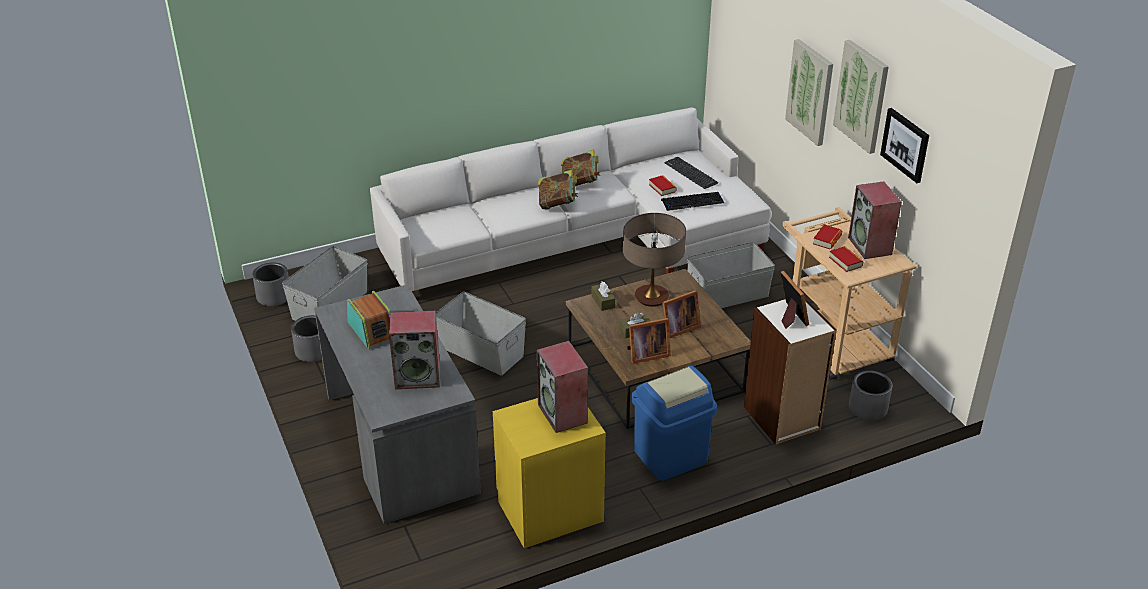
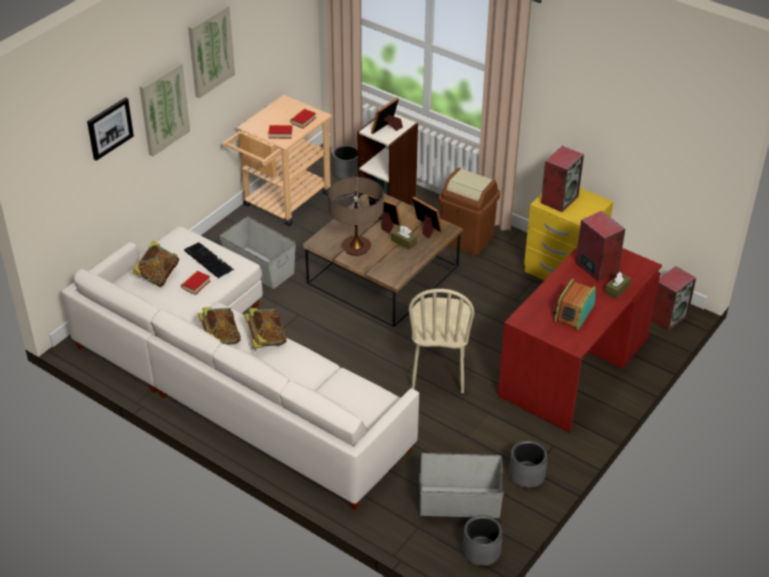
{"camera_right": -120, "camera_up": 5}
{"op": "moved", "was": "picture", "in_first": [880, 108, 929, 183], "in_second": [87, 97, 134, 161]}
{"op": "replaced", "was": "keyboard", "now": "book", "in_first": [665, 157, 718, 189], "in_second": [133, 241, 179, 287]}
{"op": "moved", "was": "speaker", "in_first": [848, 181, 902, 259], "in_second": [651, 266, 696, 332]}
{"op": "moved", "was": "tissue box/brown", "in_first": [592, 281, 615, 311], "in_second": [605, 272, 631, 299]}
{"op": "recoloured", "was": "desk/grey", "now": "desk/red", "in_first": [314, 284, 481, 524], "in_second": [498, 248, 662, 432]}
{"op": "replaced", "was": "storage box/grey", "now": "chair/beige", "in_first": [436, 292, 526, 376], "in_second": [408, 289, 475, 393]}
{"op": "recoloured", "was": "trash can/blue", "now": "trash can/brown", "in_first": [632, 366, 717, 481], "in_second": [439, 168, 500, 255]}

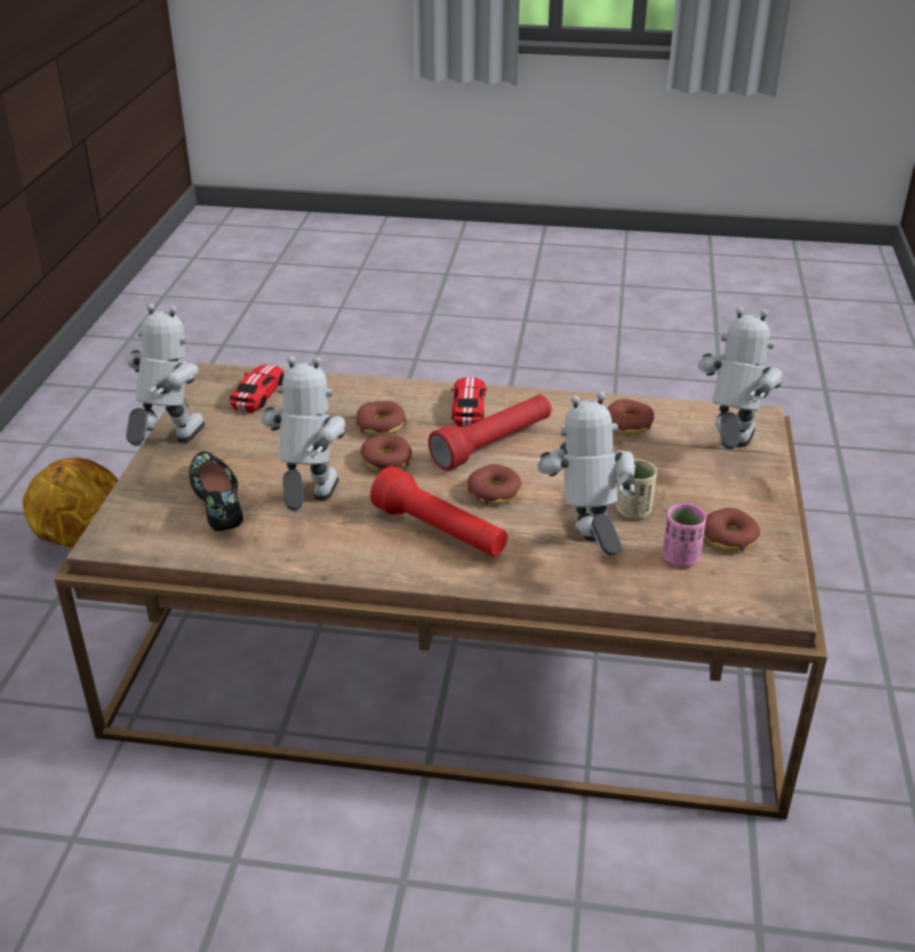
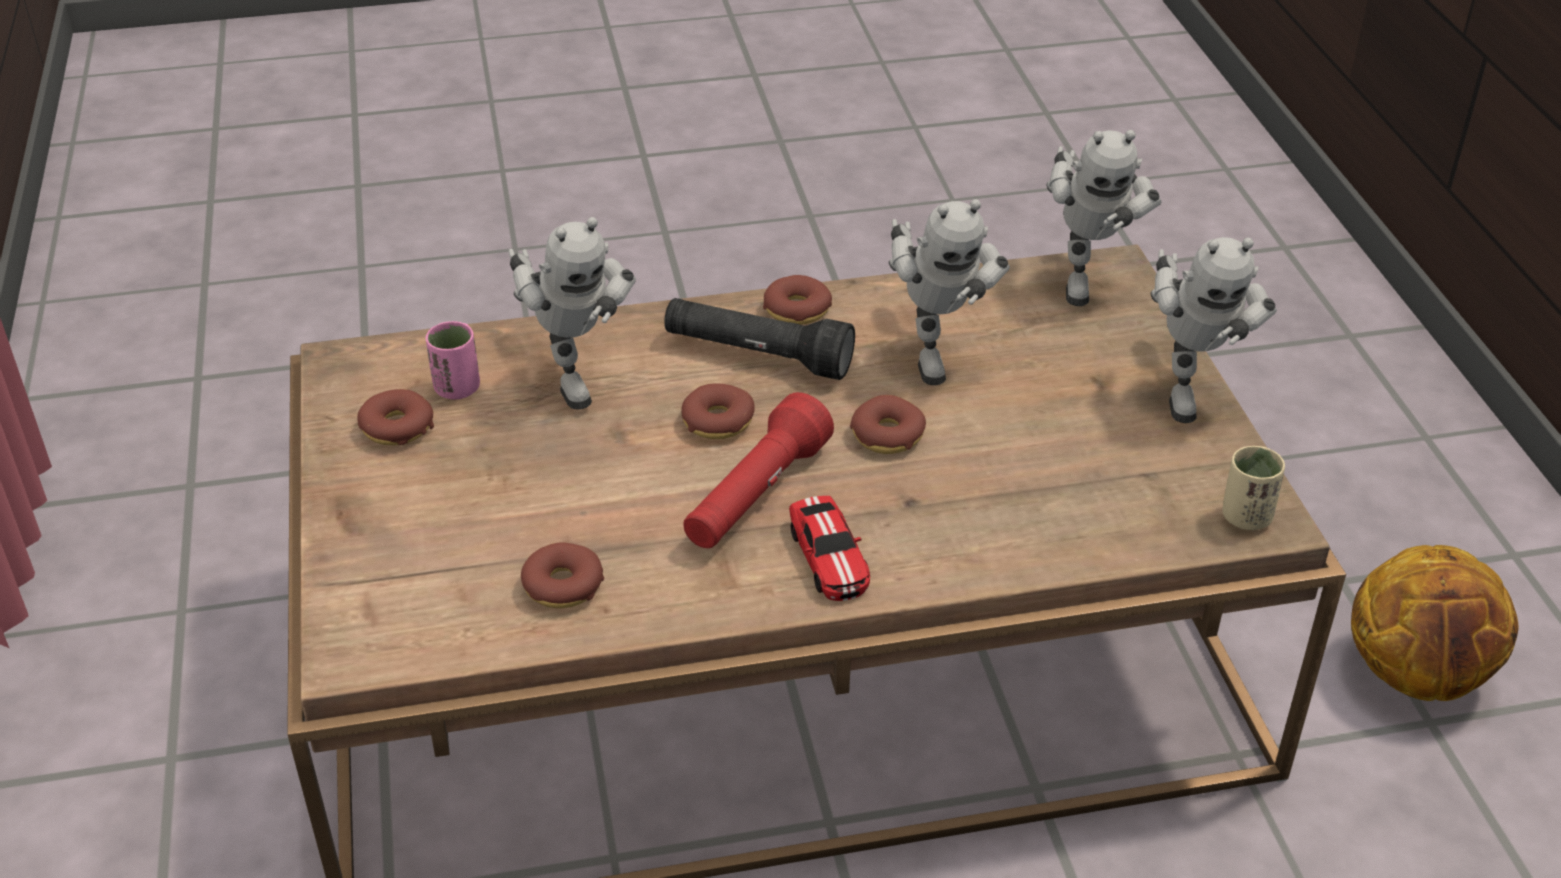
{"camera_right": 160, "camera_up": 5}
{"op": "moved", "was": "toy robot", "in_first": [698, 307, 782, 450], "in_second": [1047, 130, 1161, 306]}
{"op": "removed", "was": "toy car", "in_first": [230, 365, 284, 413]}
{"op": "moved", "was": "donut", "in_first": [356, 401, 406, 435], "in_second": [763, 275, 832, 325]}
{"op": "removed", "was": "shoe/black", "in_first": [189, 451, 243, 531]}
{"op": "moved", "was": "cup/beige", "in_first": [616, 459, 657, 519], "in_second": [1222, 446, 1285, 530]}
{"op": "recoloured", "was": "flashlight/red", "now": "flashlight/black", "in_first": [370, 466, 508, 557], "in_second": [664, 298, 855, 380]}

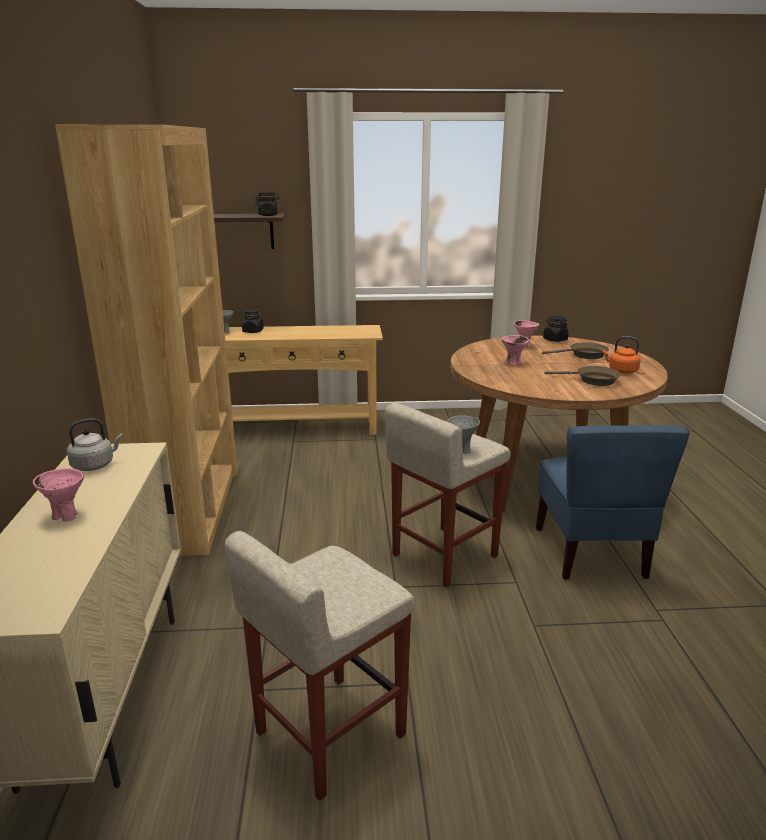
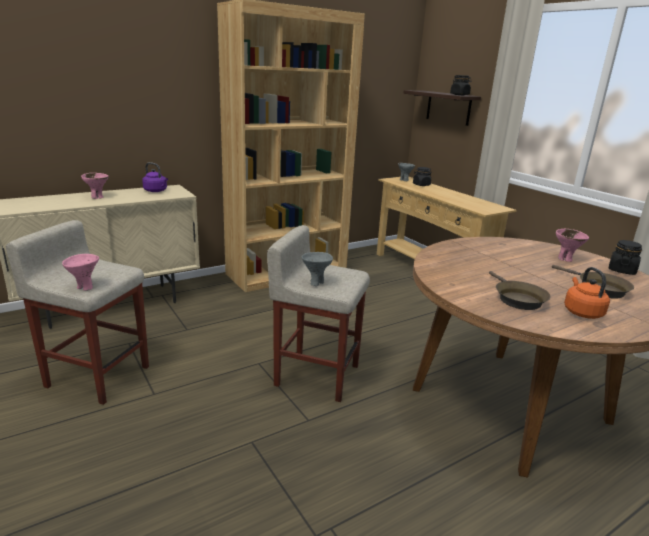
{"camera_right": 60, "camera_up": 0}
{"op": "moved", "was": "bowl/pink", "in_first": [501, 335, 529, 365], "in_second": [62, 254, 99, 291]}
{"op": "recoloured", "was": "kettle/grey", "now": "kettle/purple", "in_first": [67, 418, 123, 471], "in_second": [142, 162, 168, 192]}
{"op": "removed", "was": "chair/blue", "in_first": [536, 425, 690, 580]}

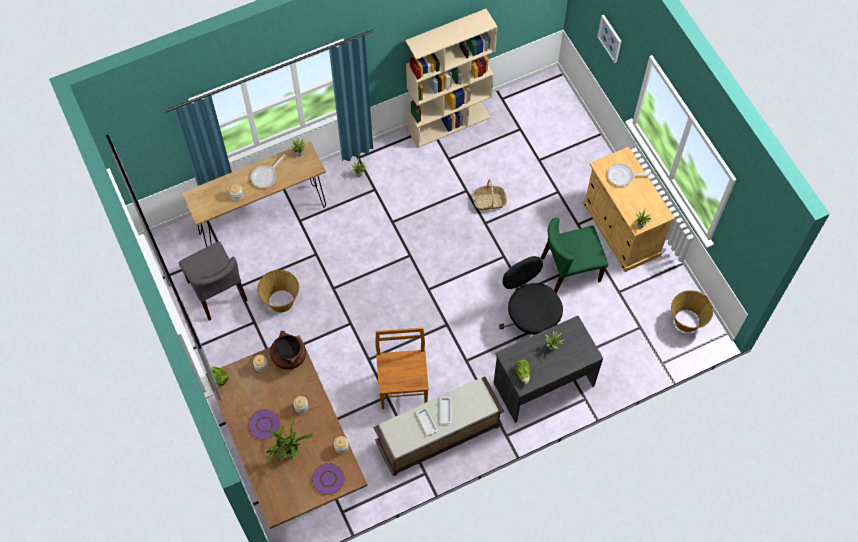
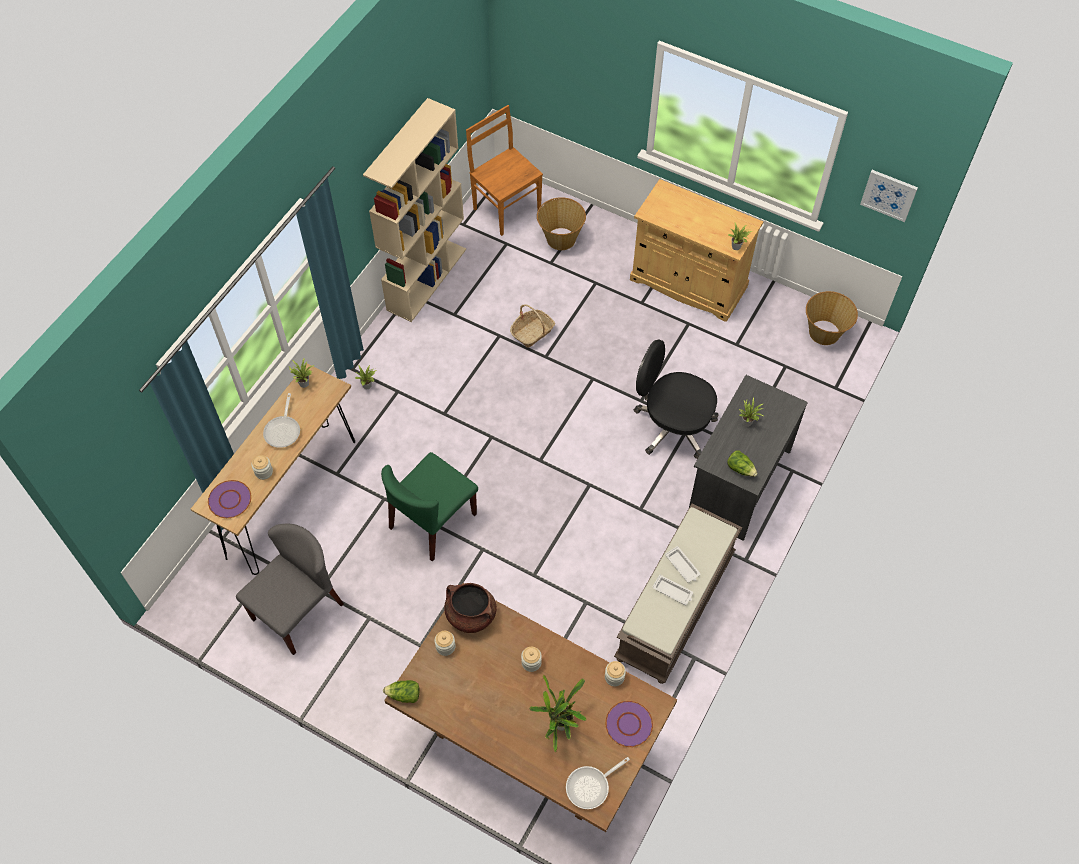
{"camera_right": -35, "camera_up": -5}
{"op": "moved", "was": "picture", "in_first": [597, 15, 621, 63], "in_second": [860, 170, 918, 222]}
{"op": "moved", "was": "frying pan", "in_first": [607, 163, 652, 186], "in_second": [566, 757, 630, 809]}
{"op": "moved", "was": "chair/green", "in_first": [541, 217, 608, 293], "in_second": [381, 452, 478, 561]}
{"op": "turned", "was": "chair/grey", "in_first": [179, 241, 248, 321], "in_second": [236, 524, 344, 655], "clockwise": -75}
{"op": "moved", "was": "basket", "in_first": [257, 270, 299, 313], "in_second": [537, 197, 586, 250]}
{"op": "moved", "was": "chair/brown", "in_first": [375, 328, 429, 409], "in_second": [466, 105, 543, 236]}
{"op": "moved", "was": "plate/purple", "in_first": [248, 409, 281, 440], "in_second": [208, 480, 251, 518]}

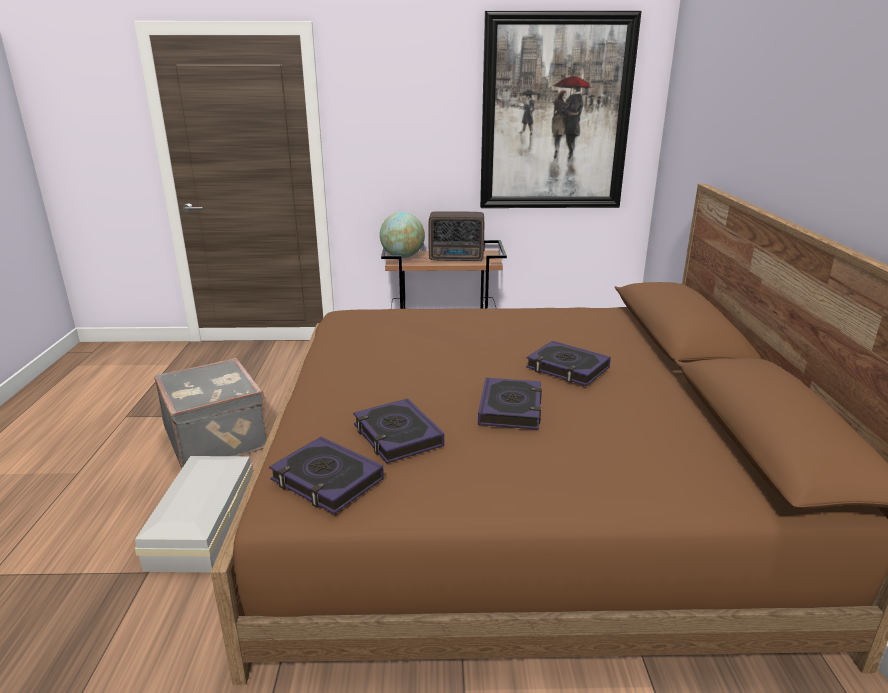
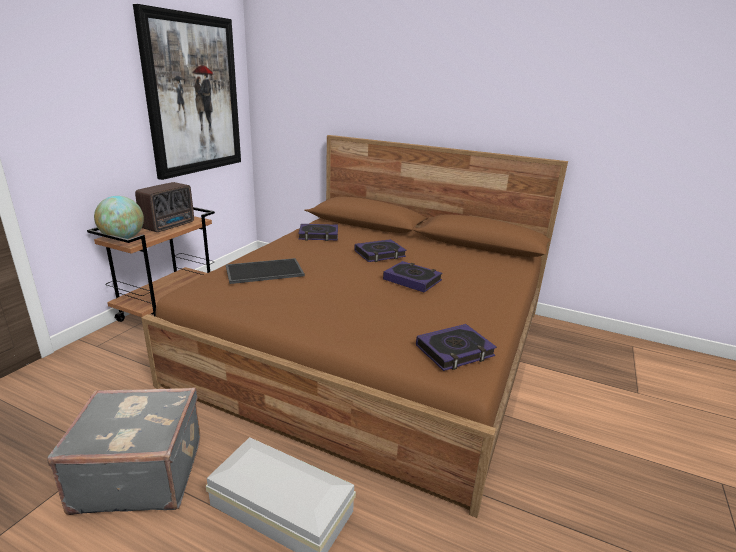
{"camera_right": -65, "camera_up": 0}
{"op": "moved", "was": "book", "in_first": [353, 398, 444, 463], "in_second": [298, 224, 338, 241]}
{"op": "added", "now": "tray", "in_second": [226, 258, 305, 284]}

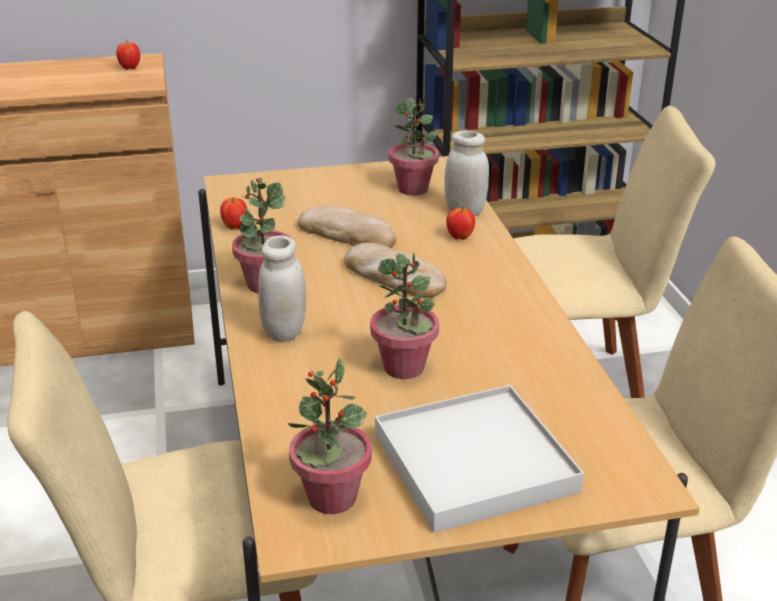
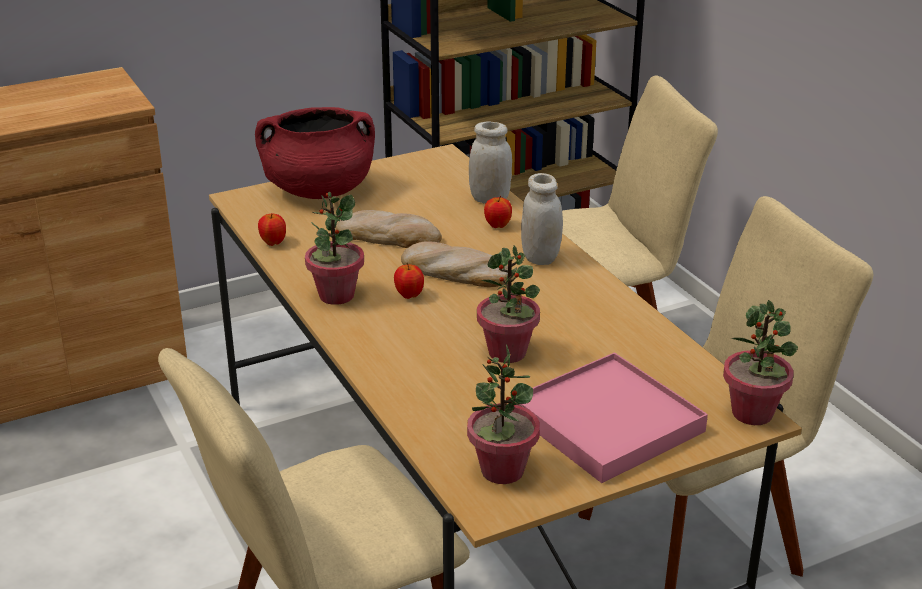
{"camera_right": -15, "camera_up": 0}
{"op": "moved", "was": "apple", "in_first": [116, 39, 140, 70], "in_second": [394, 263, 424, 299]}
{"op": "moved", "was": "potted plant", "in_first": [388, 98, 439, 195], "in_second": [723, 300, 798, 425]}
{"op": "moved", "was": "jar/white", "in_first": [258, 235, 306, 342], "in_second": [521, 173, 563, 265]}
{"op": "recoloured", "was": "tray/white", "now": "tray/pink", "in_first": [375, 385, 584, 533], "in_second": [518, 353, 708, 483]}
{"op": "added", "now": "cooking pot/red", "in_second": [255, 107, 375, 199]}

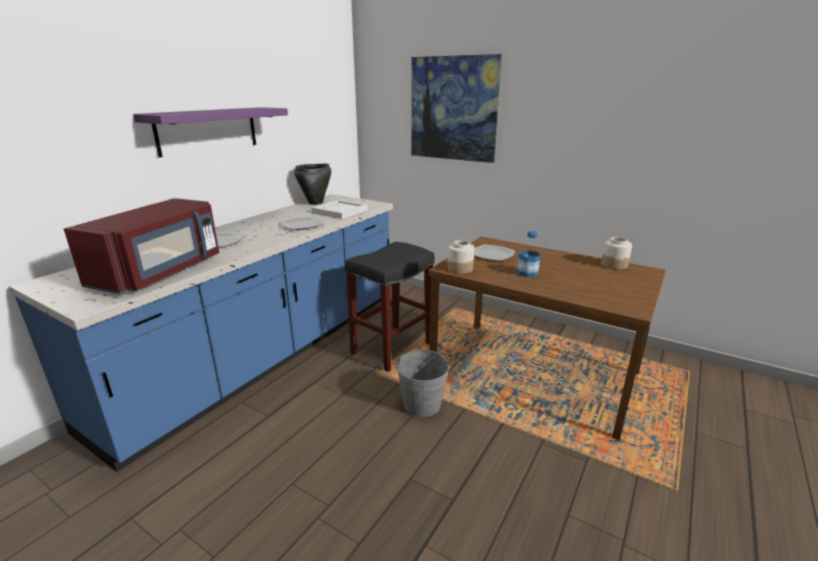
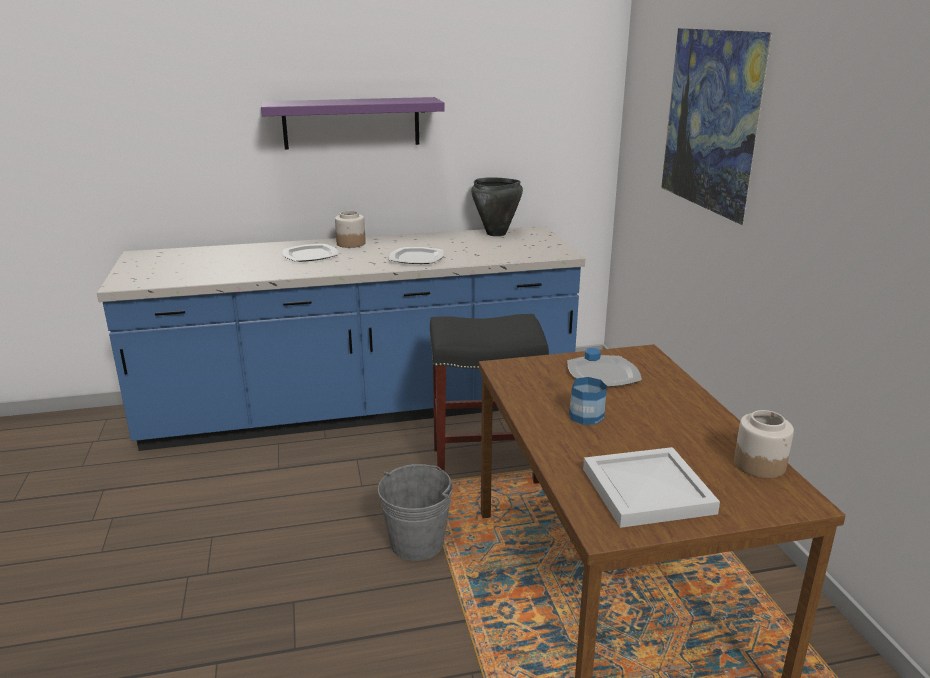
{"camera_right": 45, "camera_up": 0}
{"op": "removed", "was": "microwave/red", "in_first": [64, 198, 219, 294]}
{"op": "moved", "was": "tray/white", "in_first": [311, 200, 368, 219], "in_second": [583, 447, 720, 528]}
{"op": "moved", "was": "jar", "in_first": [448, 240, 474, 274], "in_second": [335, 211, 366, 248]}

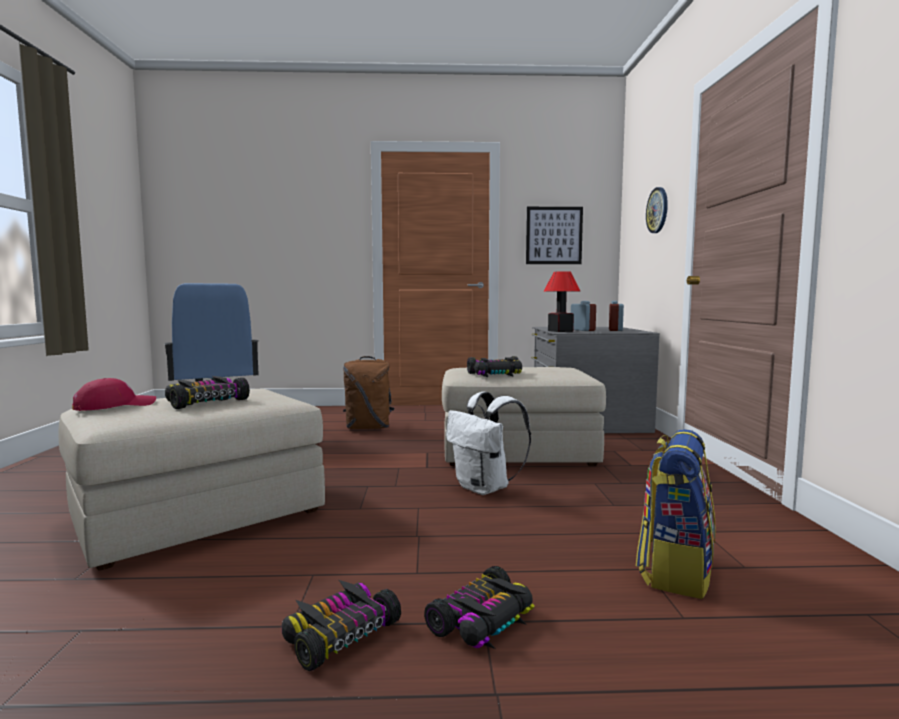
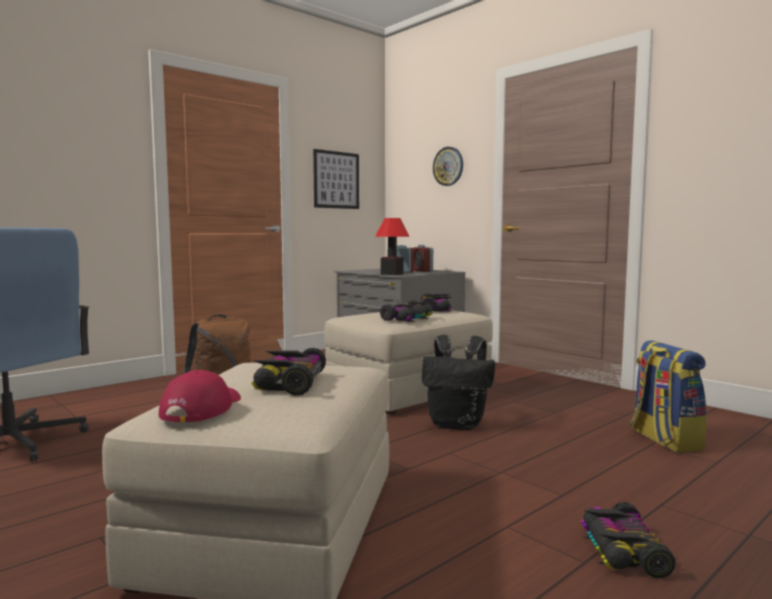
{"camera_right": -40, "camera_up": 0}
{"op": "recoloured", "was": "backpack/white", "now": "backpack/black", "in_first": [446, 391, 531, 495], "in_second": [422, 335, 495, 430]}
{"op": "moved", "was": "toy car", "in_first": [424, 566, 534, 649], "in_second": [420, 293, 452, 312]}

